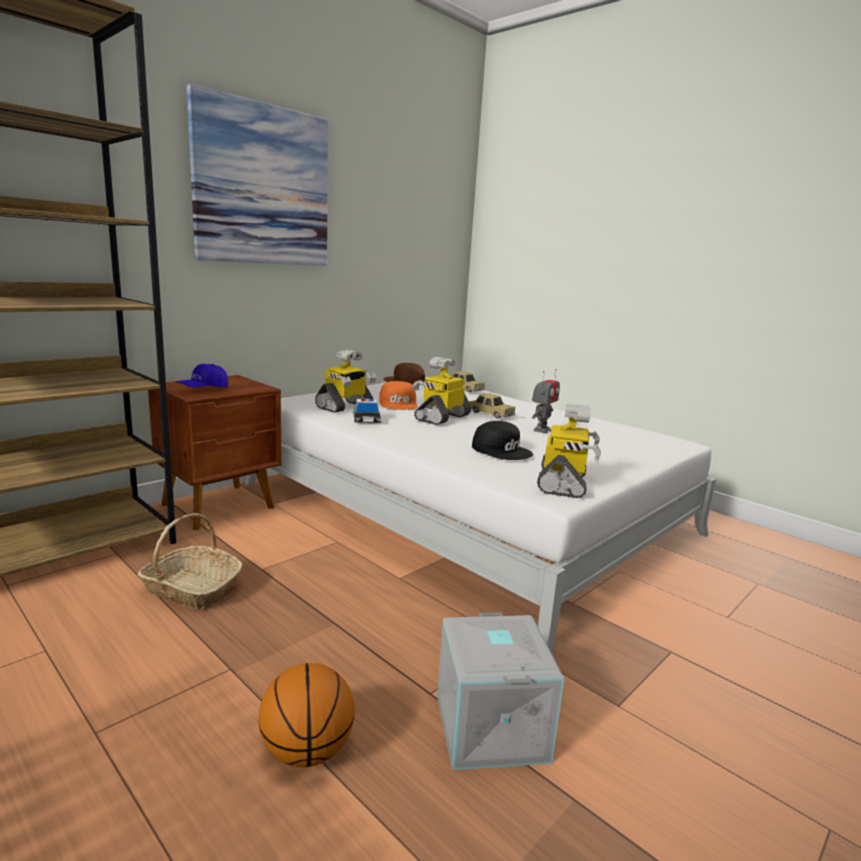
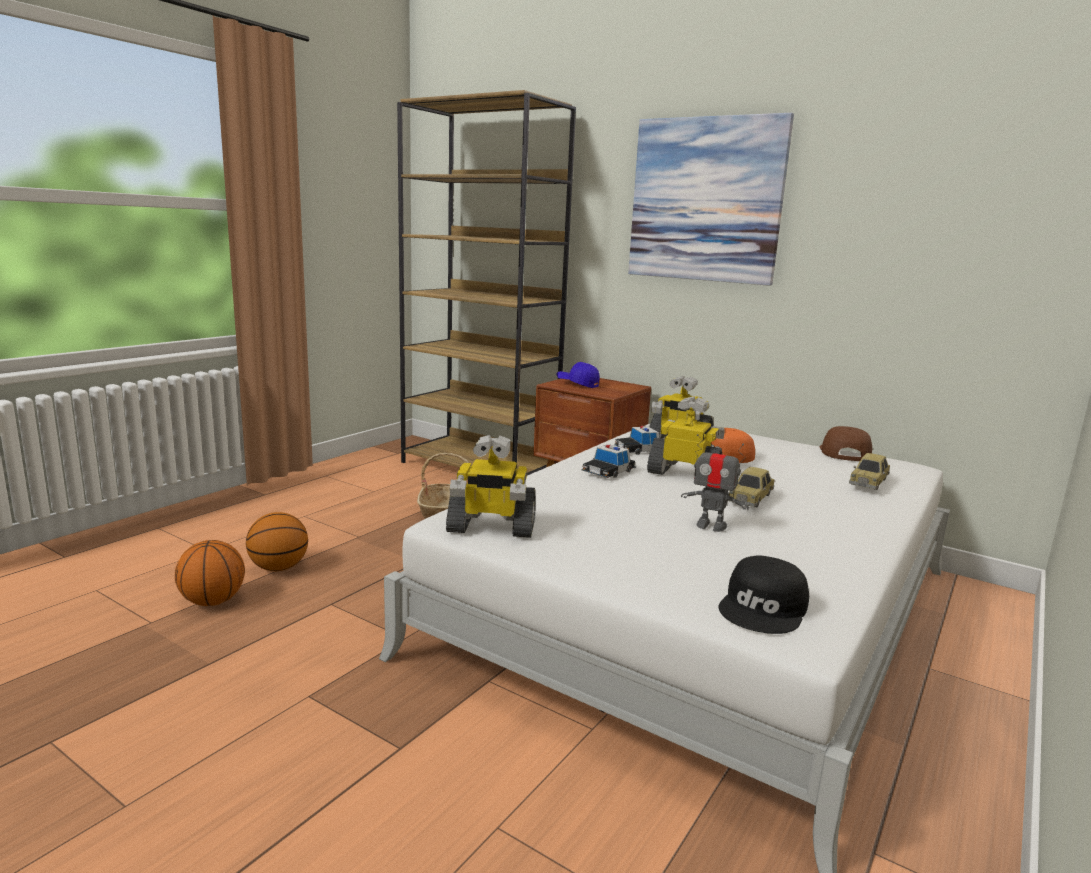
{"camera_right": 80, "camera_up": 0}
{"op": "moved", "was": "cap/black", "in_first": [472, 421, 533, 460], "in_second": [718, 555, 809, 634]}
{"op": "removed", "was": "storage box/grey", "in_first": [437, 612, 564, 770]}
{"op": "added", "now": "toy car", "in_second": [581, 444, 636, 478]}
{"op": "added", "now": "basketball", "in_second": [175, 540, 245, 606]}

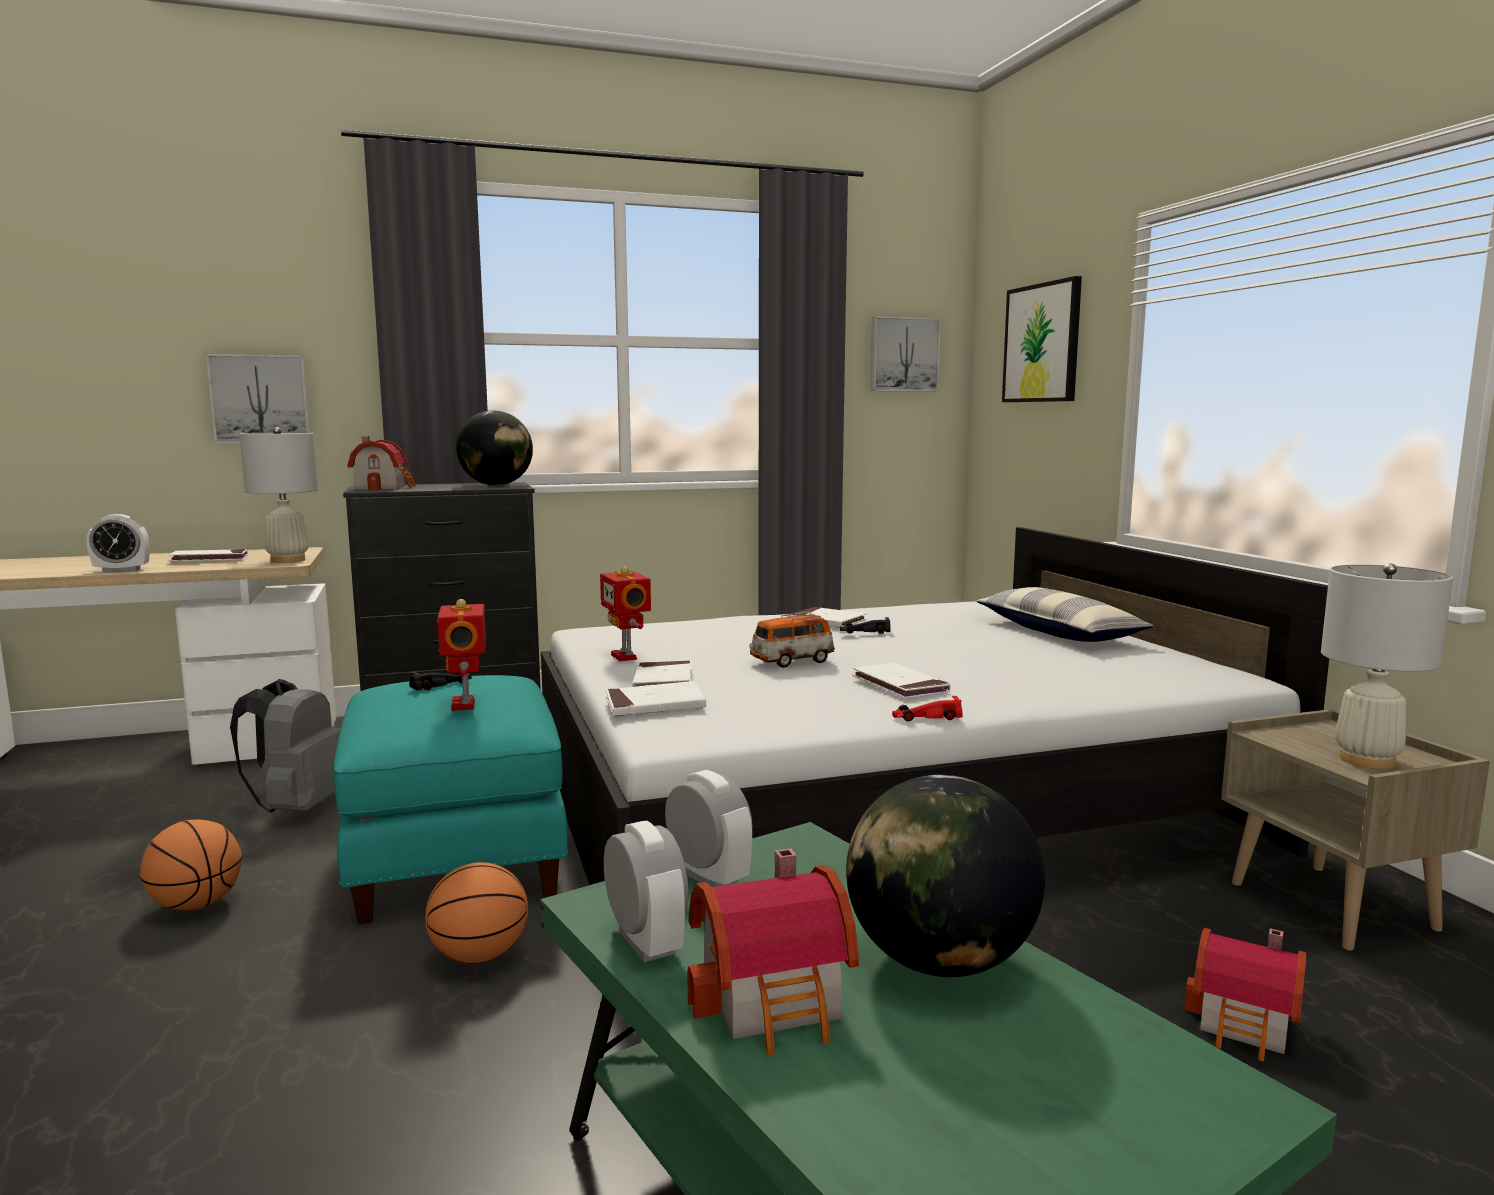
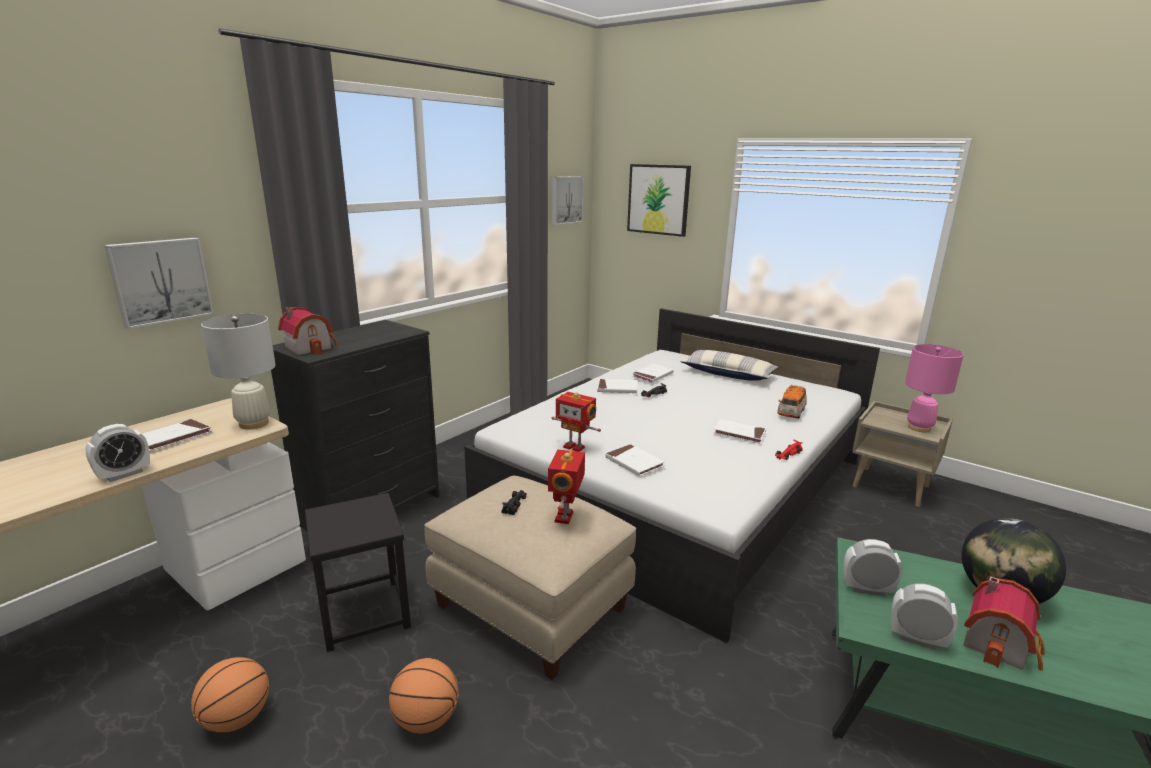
{"camera_right": -35, "camera_up": 10}
{"op": "removed", "was": "globe", "in_first": [456, 411, 533, 486]}
{"op": "recoloured", "was": "table lamp/white", "now": "table lamp/pink", "in_first": [1321, 563, 1453, 769], "in_second": [905, 344, 964, 433]}
{"op": "turned", "was": "toy robot", "in_first": [437, 599, 486, 711], "in_second": [548, 450, 585, 524], "clockwise": 60}
{"op": "moved", "was": "toy car", "in_first": [749, 612, 835, 668], "in_second": [777, 384, 807, 419]}
{"op": "recoloured", "was": "ottoman/turquoise", "now": "ottoman/beige", "in_first": [334, 675, 568, 924], "in_second": [424, 476, 636, 679]}
{"op": "replaced", "was": "backpack/grey", "now": "stool/black", "in_first": [230, 679, 341, 812], "in_second": [305, 493, 411, 652]}
{"op": "moved", "was": "book/white", "in_first": [606, 681, 706, 717], "in_second": [632, 364, 673, 383]}
{"op": "moved", "was": "basketball", "in_first": [425, 862, 528, 964], "in_second": [191, 657, 269, 733]}
{"op": "removed", "was": "toy house", "in_first": [1184, 928, 1307, 1061]}

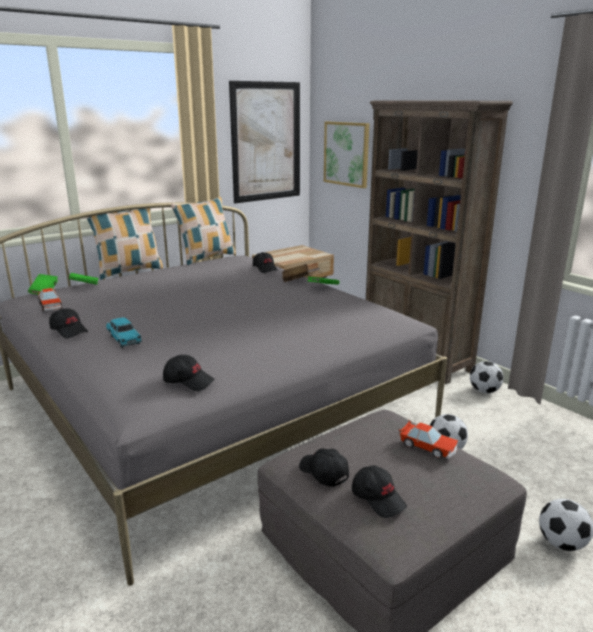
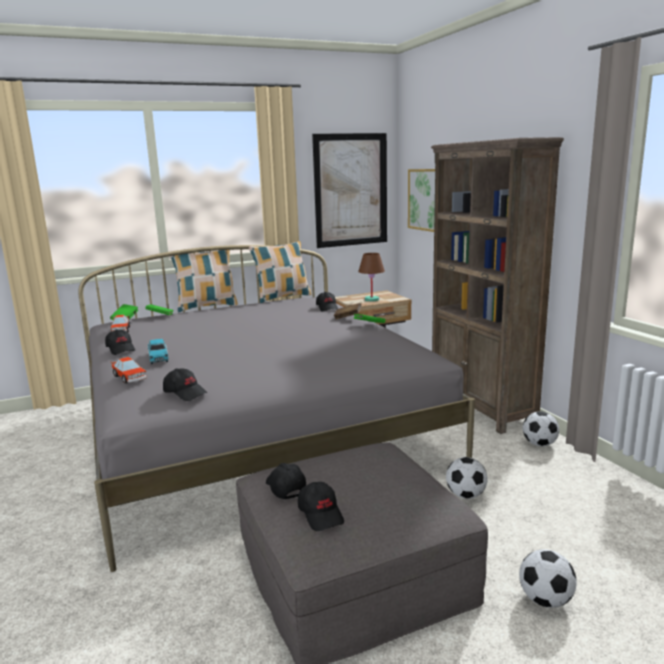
{"camera_right": 15, "camera_up": -5}
{"op": "moved", "was": "toy car", "in_first": [399, 420, 458, 459], "in_second": [111, 357, 147, 384]}
{"op": "added", "now": "table lamp/brown", "in_second": [358, 253, 385, 301]}

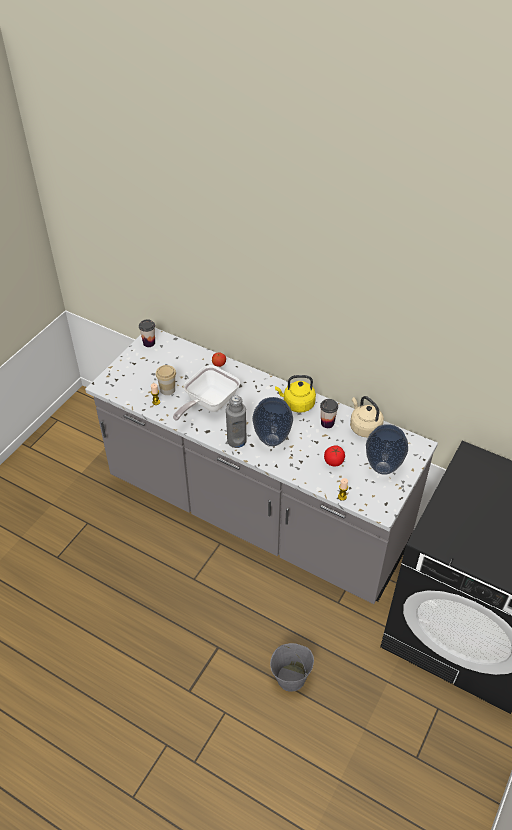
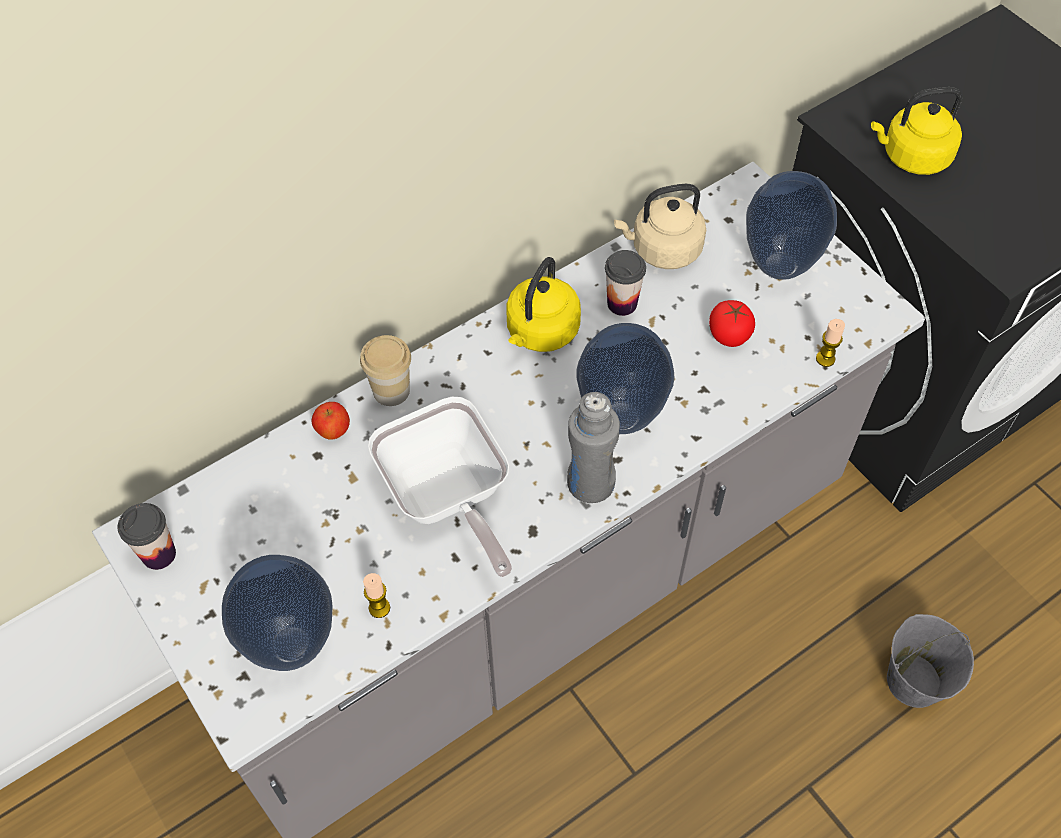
{"camera_right": -65, "camera_up": 10}
{"op": "moved", "was": "cup", "in_first": [156, 365, 176, 395], "in_second": [360, 335, 411, 406]}
{"op": "added", "now": "kettle/yellow", "in_second": [871, 87, 962, 175]}
{"op": "added", "now": "vase", "in_second": [222, 555, 332, 671]}

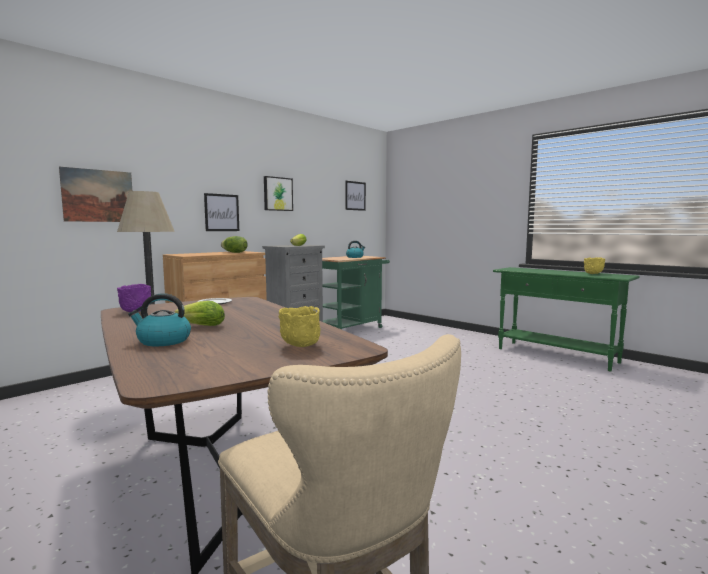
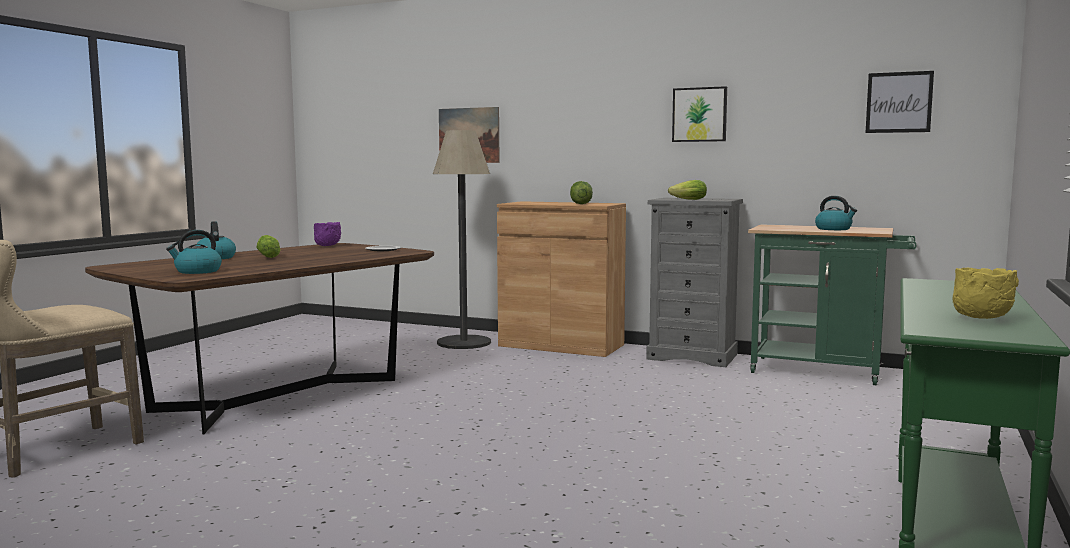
{"camera_right": 70, "camera_up": 0}
{"op": "removed", "was": "picture", "in_first": [204, 193, 239, 231]}
{"op": "replaced", "was": "bowl/yellow", "now": "kettle", "in_first": [279, 306, 320, 347], "in_second": [166, 230, 222, 274]}

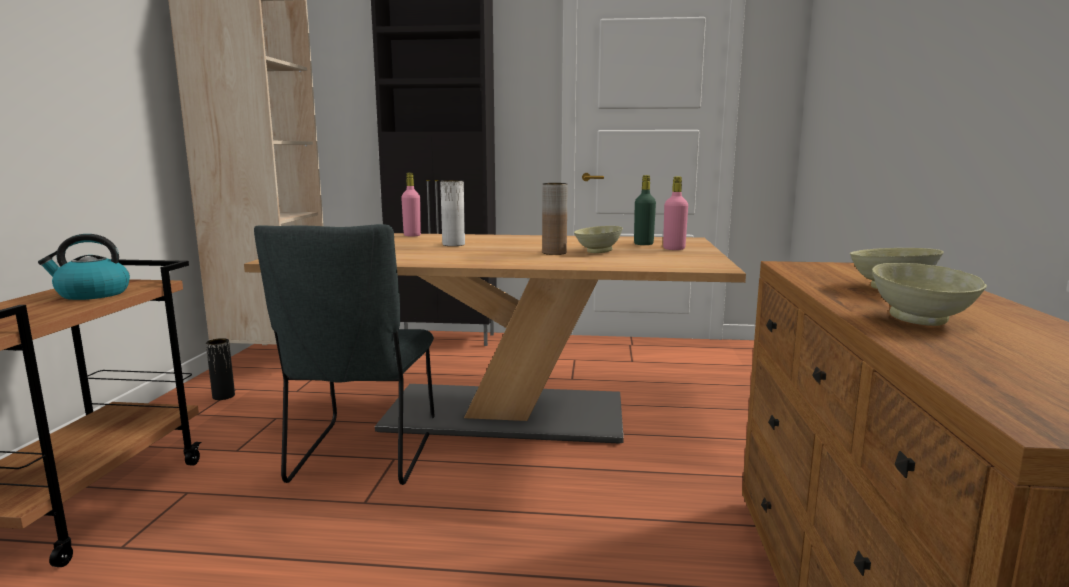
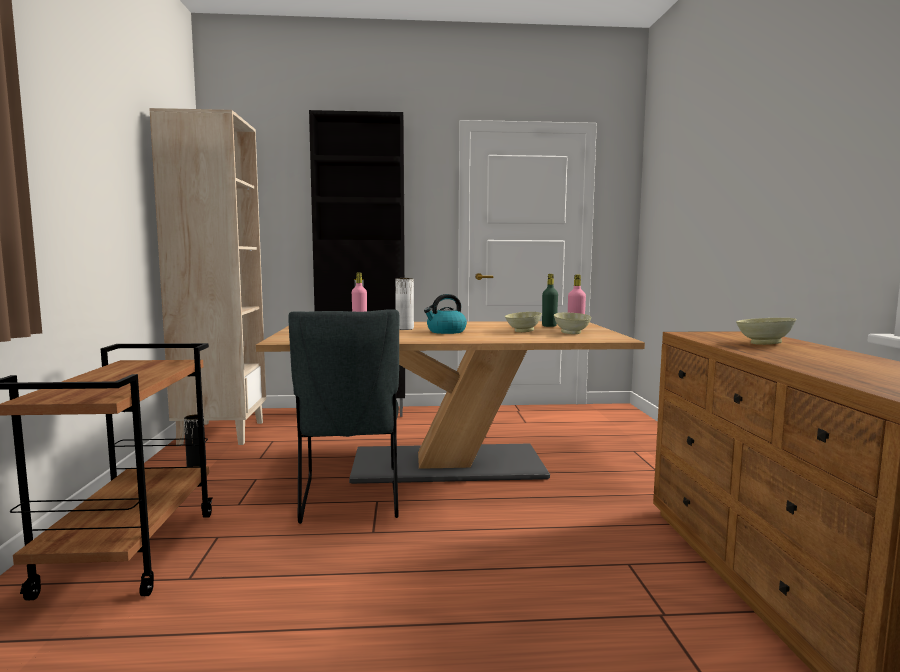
{"camera_right": -10, "camera_up": -5}
{"op": "removed", "was": "vase/brown", "in_first": [542, 183, 568, 255]}
{"op": "moved", "was": "kettle", "in_first": [38, 234, 130, 300], "in_second": [424, 294, 467, 334]}
{"op": "moved", "was": "bowl/beige", "in_first": [872, 263, 987, 326], "in_second": [554, 313, 591, 334]}

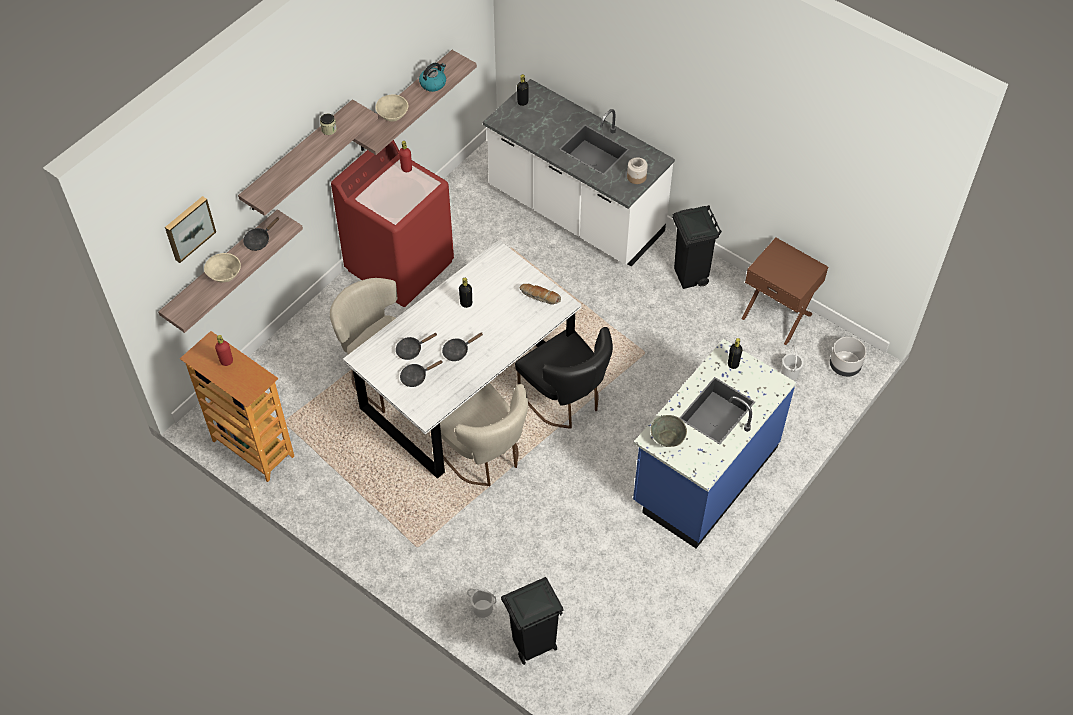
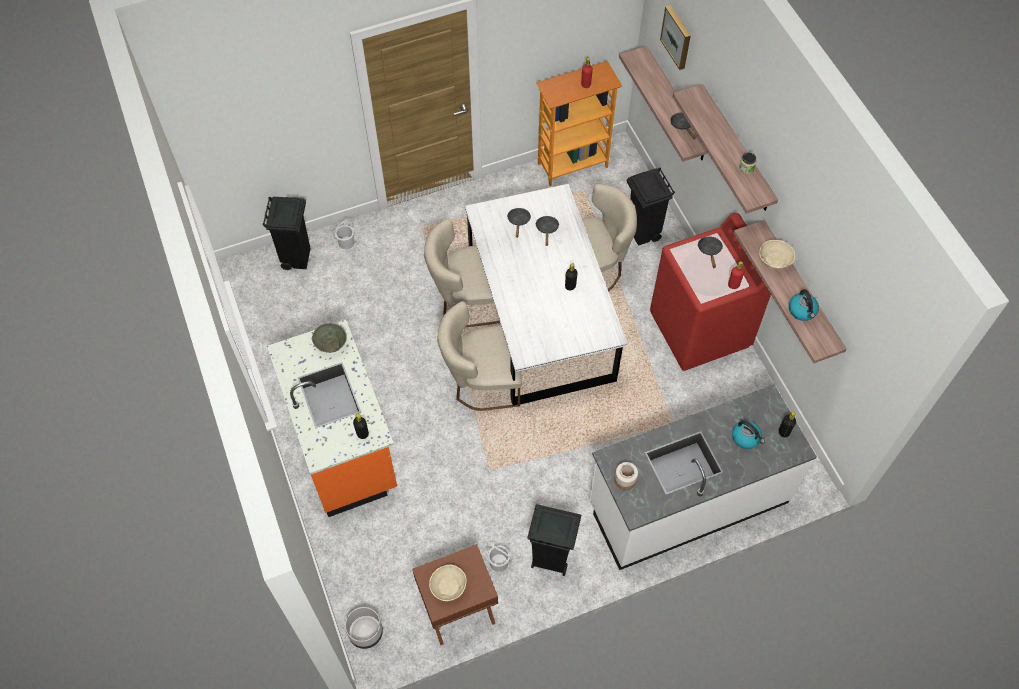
{"camera_right": 120, "camera_up": 5}
{"op": "moved", "was": "bowl/beige", "in_first": [204, 253, 241, 282], "in_second": [429, 565, 467, 601]}
{"op": "removed", "was": "bread", "in_first": [520, 284, 561, 305]}
{"op": "recoloured", "was": "chair/black", "now": "chair/beige", "in_first": [515, 327, 613, 429], "in_second": [437, 301, 522, 411]}
{"op": "moved", "was": "frying pan/black", "in_first": [442, 333, 483, 361], "in_second": [698, 236, 723, 268]}
{"op": "recoloured", "was": "counter/blue", "now": "counter/orange", "in_first": [633, 339, 796, 548], "in_second": [267, 320, 397, 517]}
{"op": "moved", "was": "bucket/white", "in_first": [781, 345, 804, 380], "in_second": [486, 545, 512, 572]}
{"op": "added", "now": "trash can/black", "in_second": [627, 168, 675, 246]}
{"op": "added", "now": "kettle", "in_second": [732, 420, 765, 449]}

